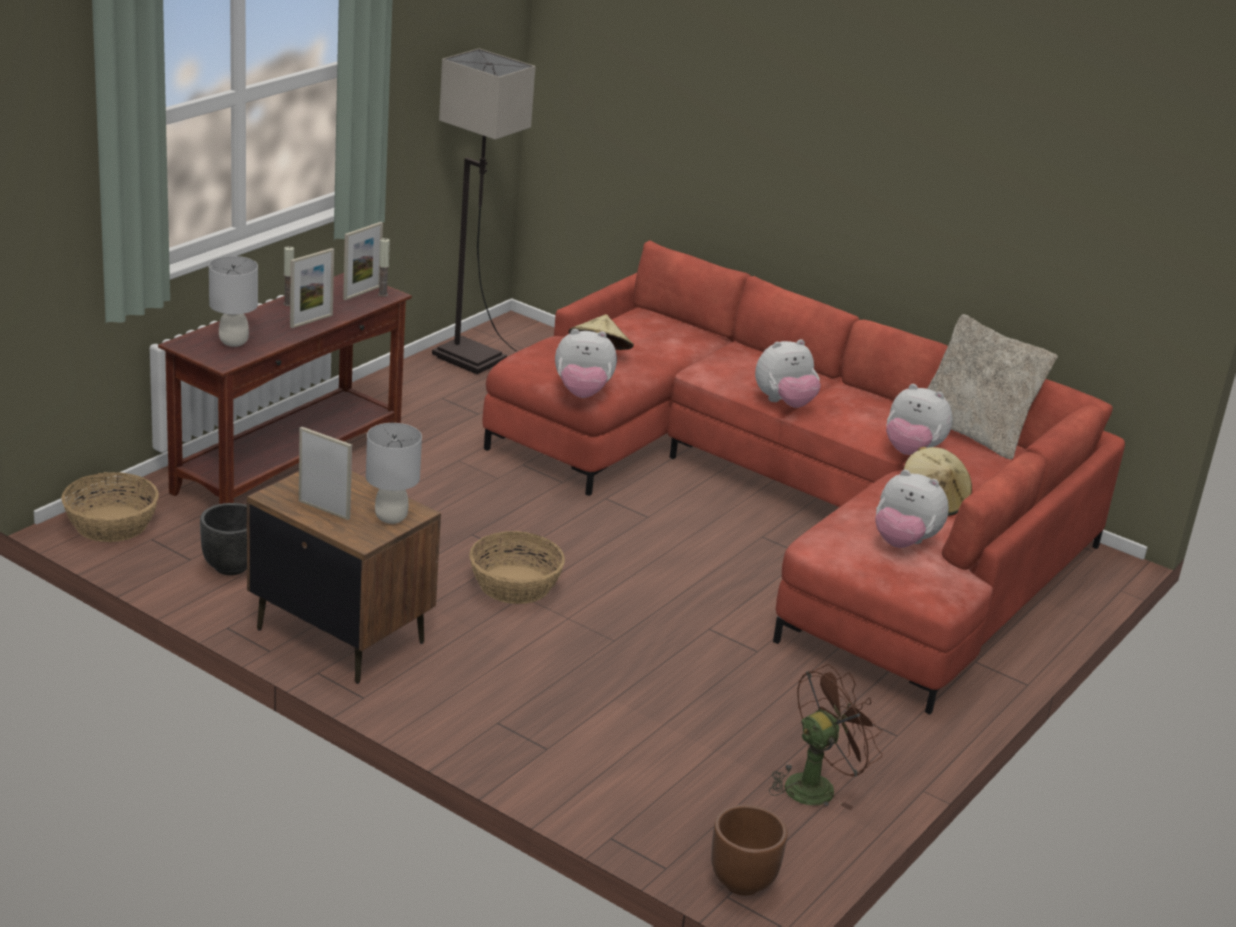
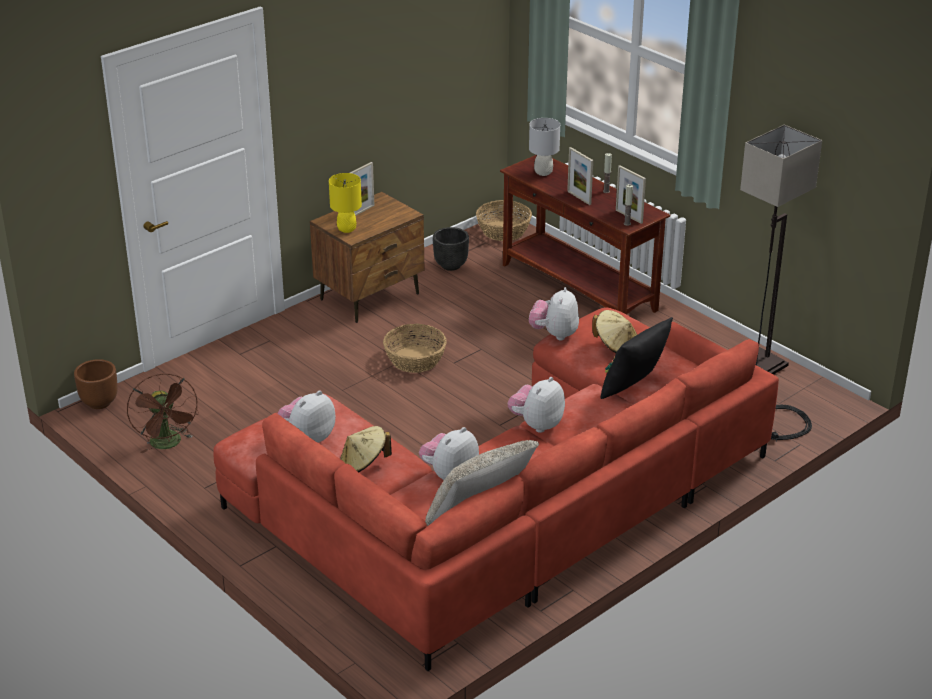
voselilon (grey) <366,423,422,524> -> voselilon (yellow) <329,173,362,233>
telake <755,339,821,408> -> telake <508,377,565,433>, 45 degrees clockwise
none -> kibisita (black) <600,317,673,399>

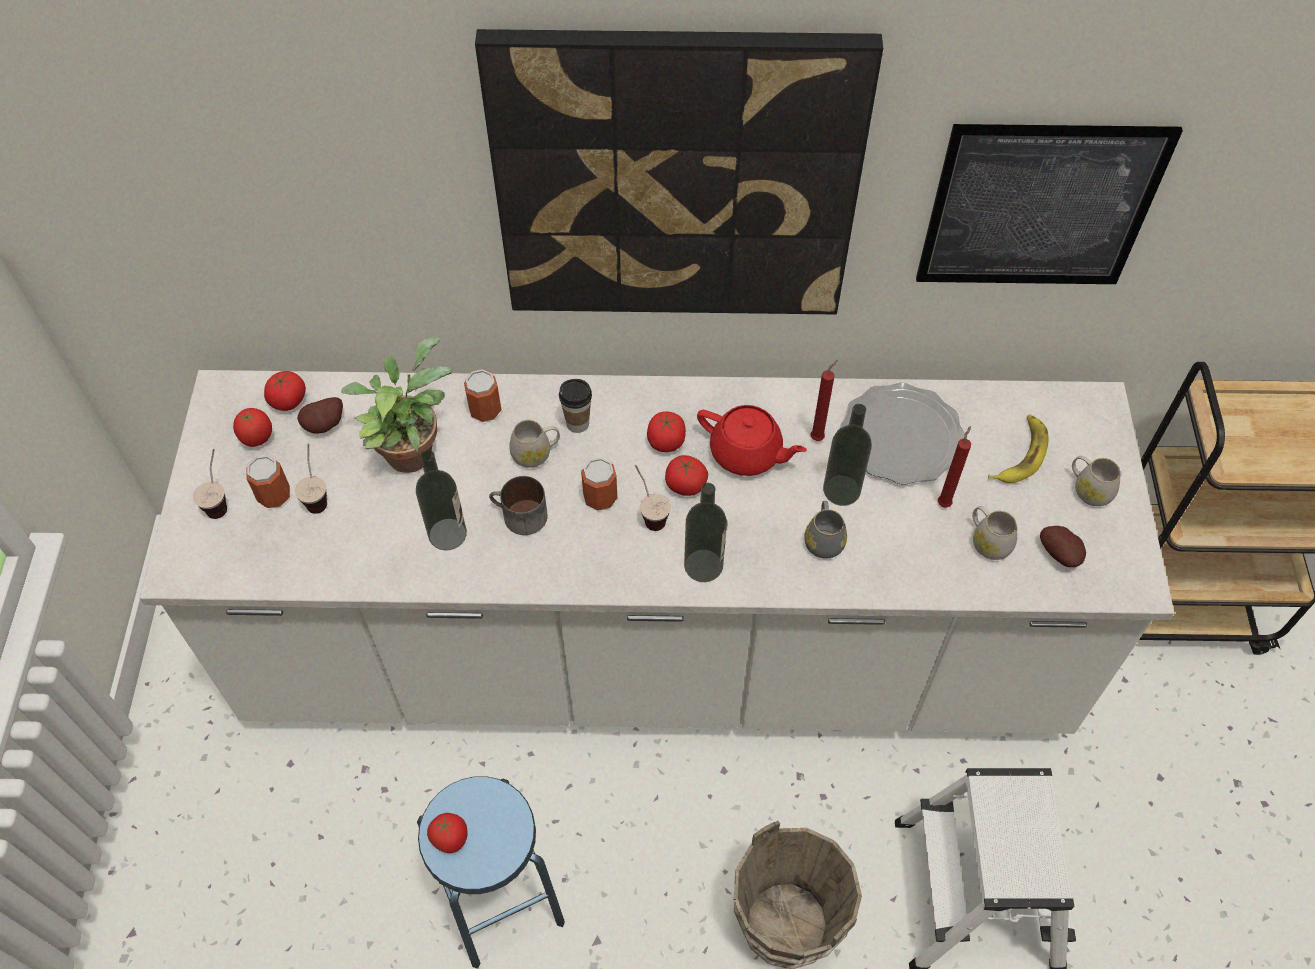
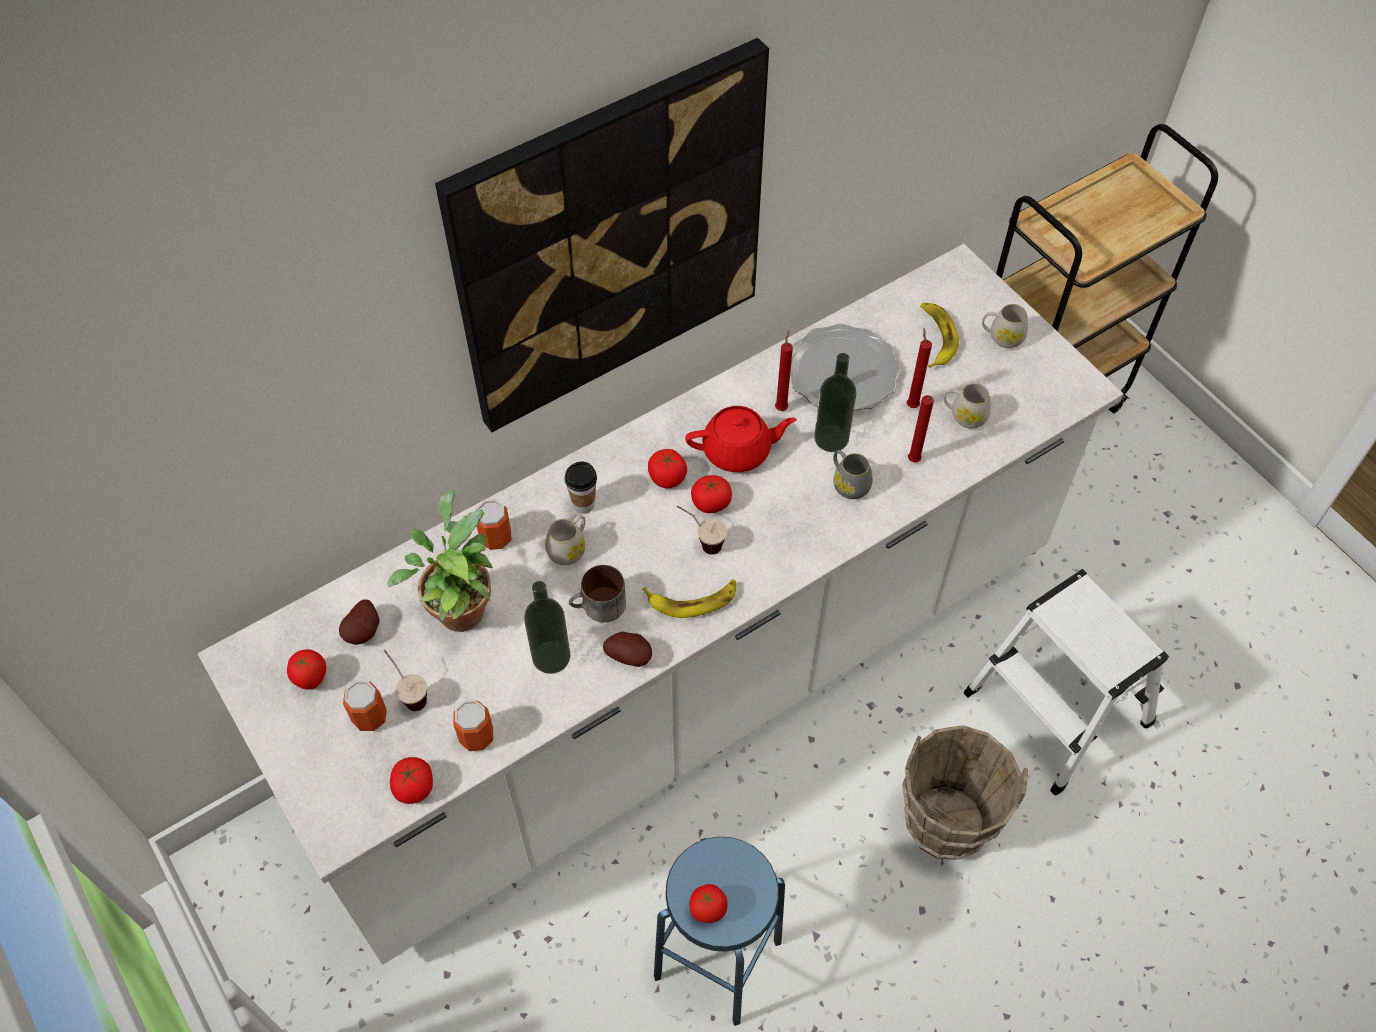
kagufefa <264,371,306,411> -> kagufefa <390,757,433,804>, moved
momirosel <581,457,617,511> -> momirosel <453,700,493,751>, moved
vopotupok <1040,526,1086,567> -> vopotupok <603,632,652,667>, moved
none -> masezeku <642,579,736,618>
none -> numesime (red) <908,395,934,463>
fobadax <193,449,227,519> -> none
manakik <684,483,727,582> -> none
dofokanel <916,124,1183,284> -> none

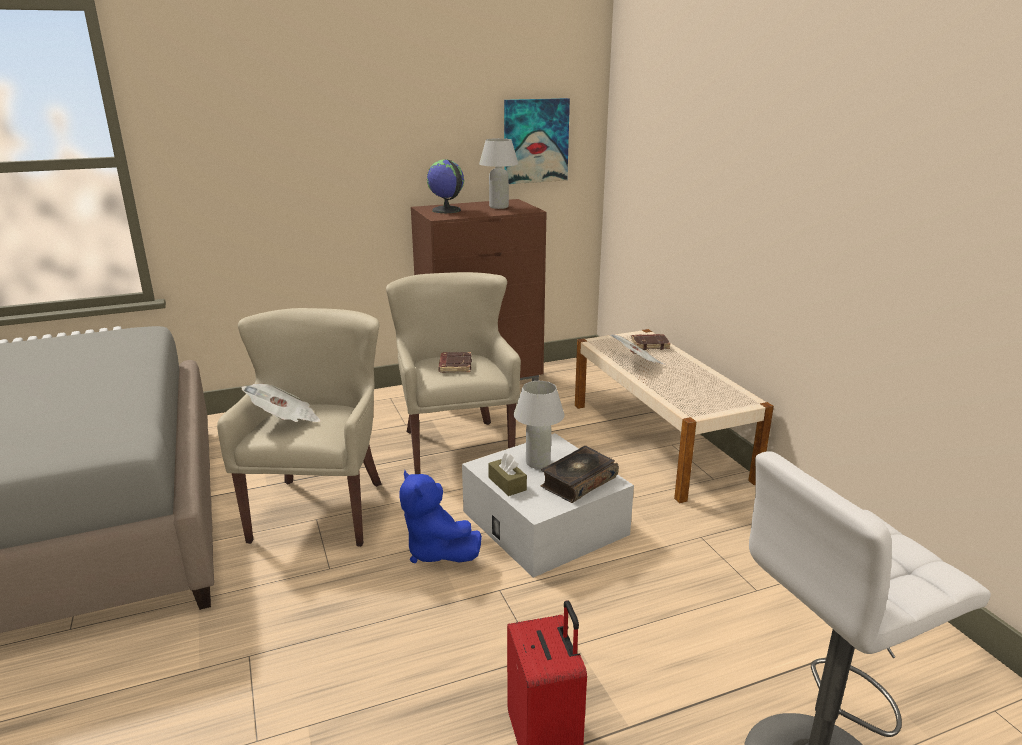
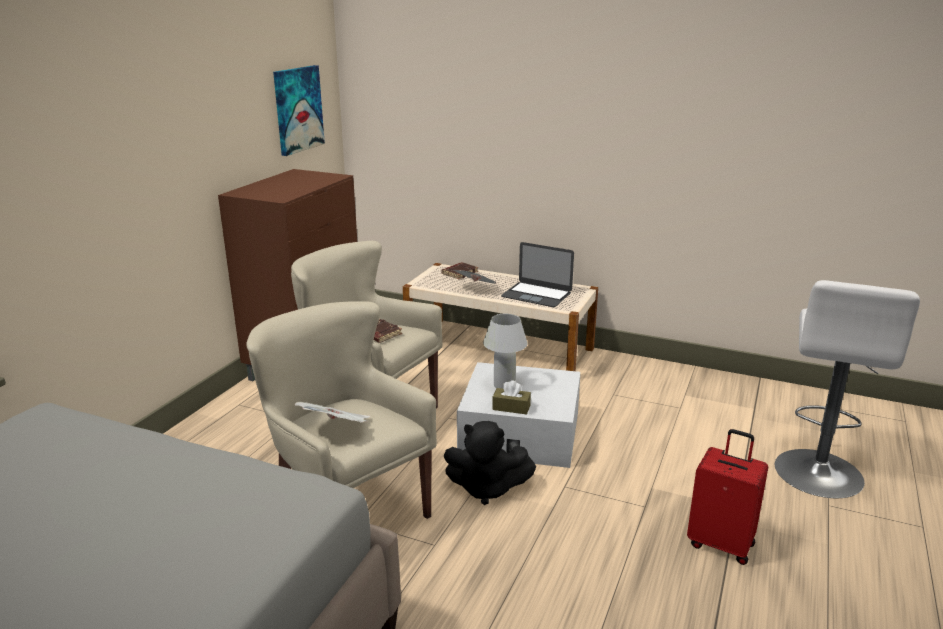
telake (blue) <399,470,482,563> -> telake (black) <443,421,536,505>
none -> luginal <501,242,574,307>
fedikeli <427,159,464,213> -> none
voselilon (white) <479,138,518,209> -> none
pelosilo <541,446,619,503> -> none

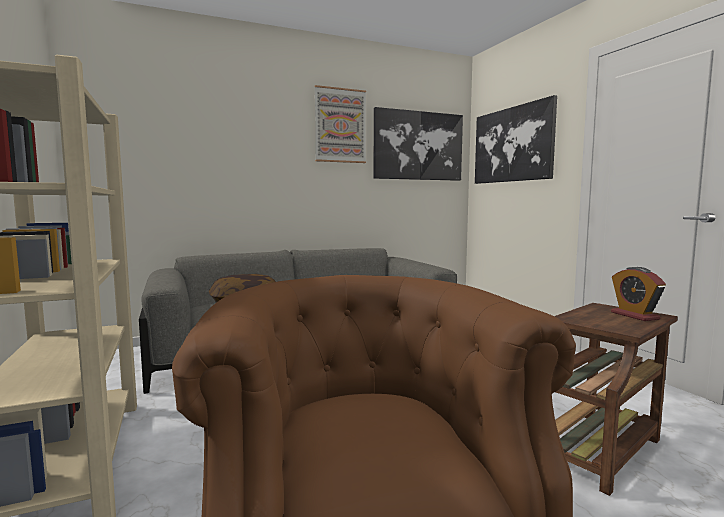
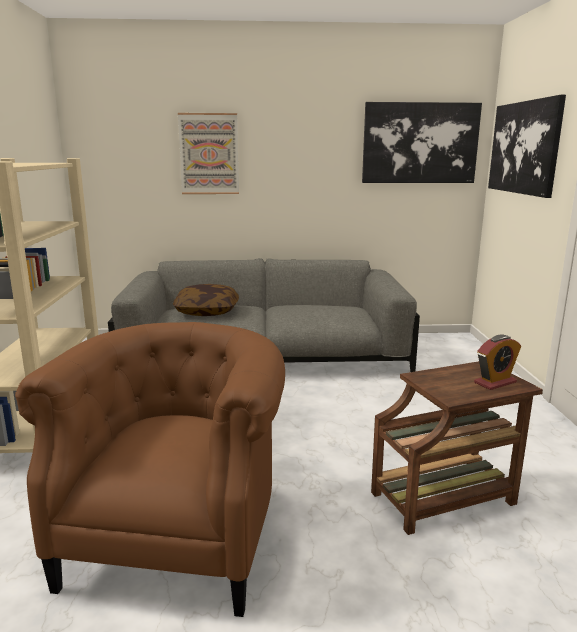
dofokanel <314,85,366,163> -> dofokanel <178,113,239,194>, moved
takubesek <611,267,666,321> -> takubesek <474,335,521,390>, 120 degrees counterclockwise

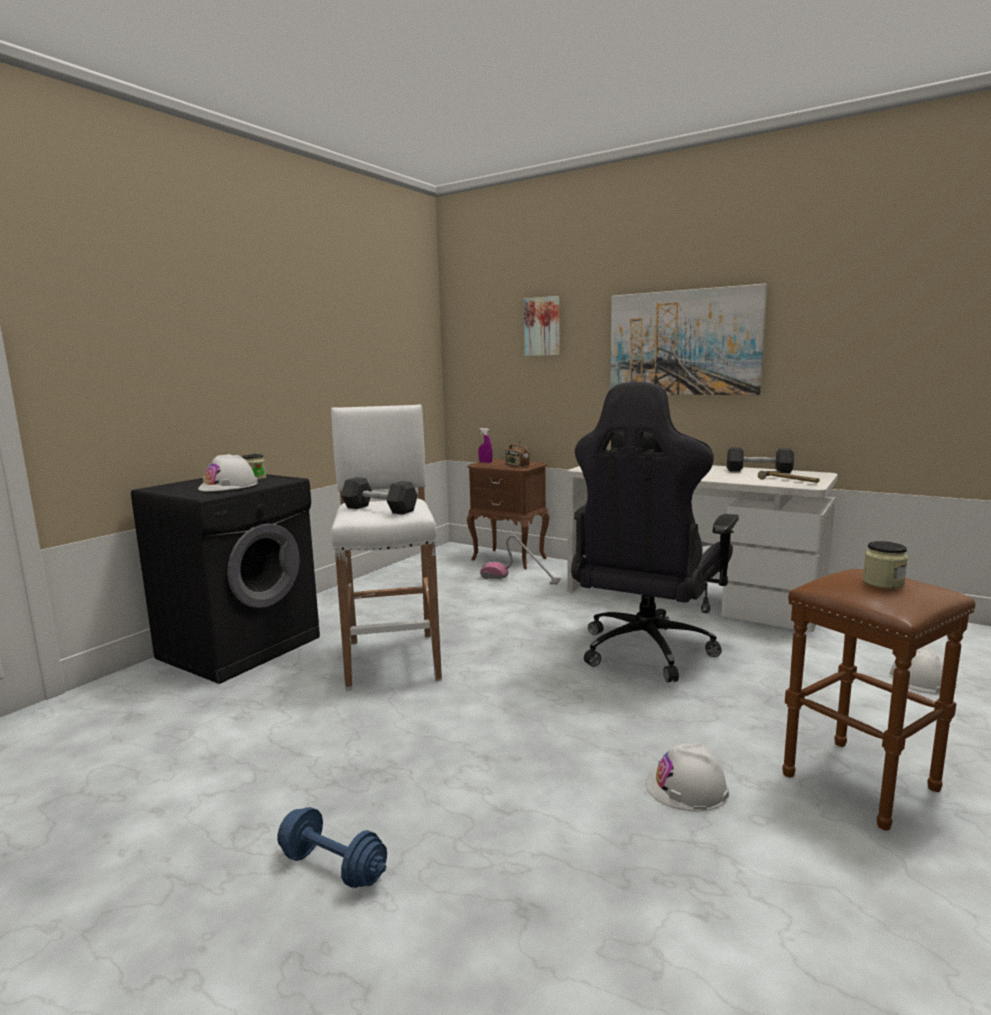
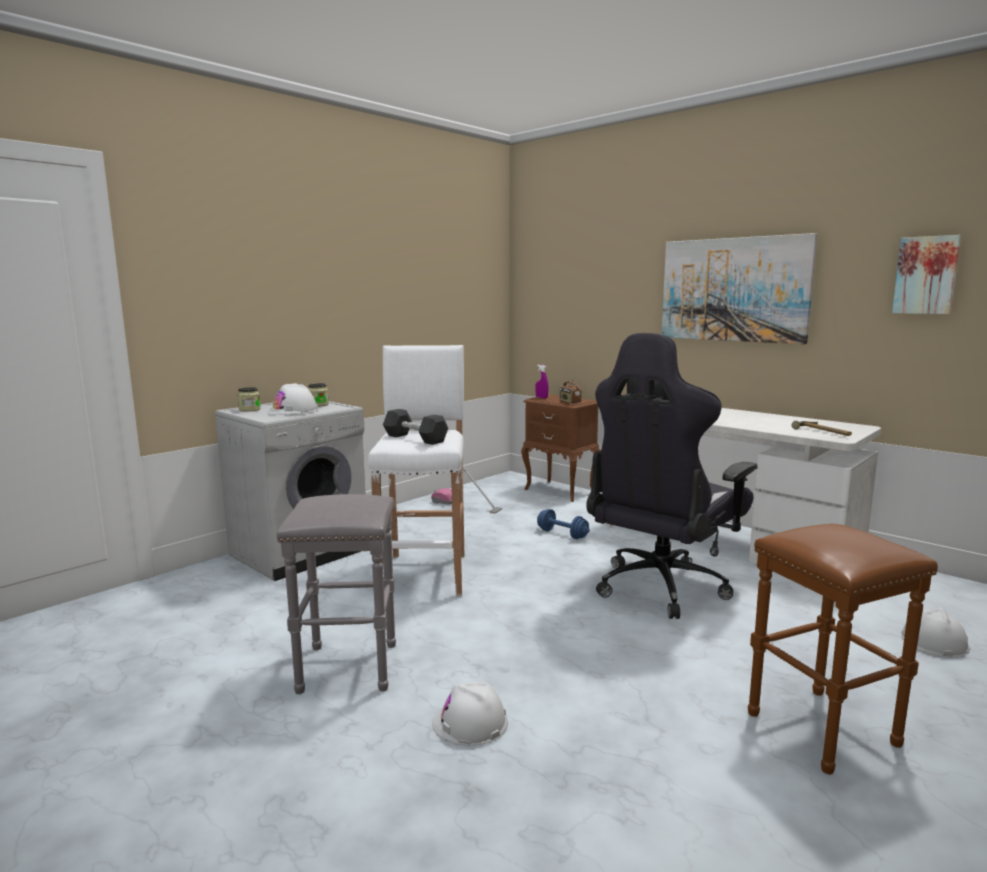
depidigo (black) <131,474,320,684> -> depidigo (white) <215,401,365,581>
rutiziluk <863,541,908,589> -> rutiziluk <238,387,261,412>, moved
none -> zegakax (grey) <277,494,396,694>
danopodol <480,534,561,585> -> danopodol <431,466,502,514>, moved
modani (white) <646,742,729,811> -> modani (white) <432,682,508,746>, moved
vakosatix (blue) <277,807,387,888> -> vakosatix (blue) <537,509,590,539>, moved
dofokanel <524,296,560,356> -> dofokanel <892,235,961,314>, moved
vakosatix (black) <727,447,794,473> -> none

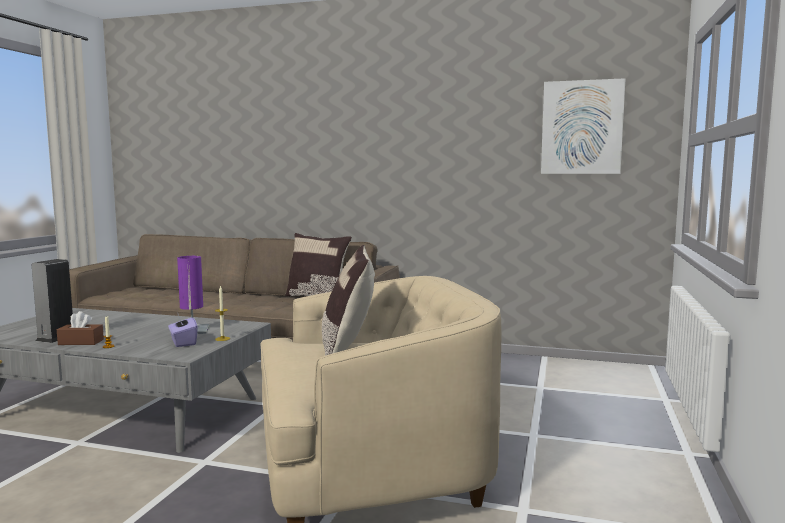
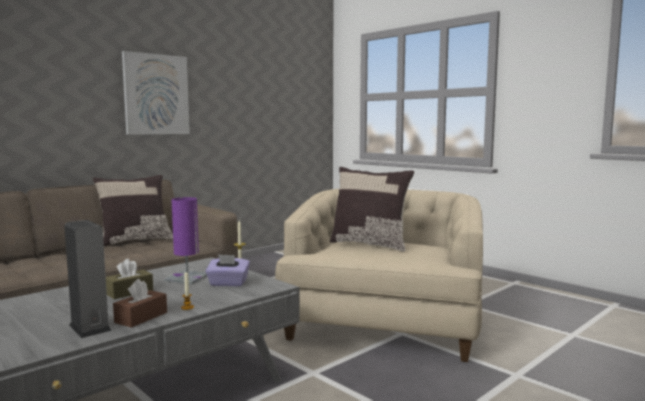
none -> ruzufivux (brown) <106,258,153,299>
dofokanel <541,78,626,174> -> dofokanel <122,51,190,135>, moved

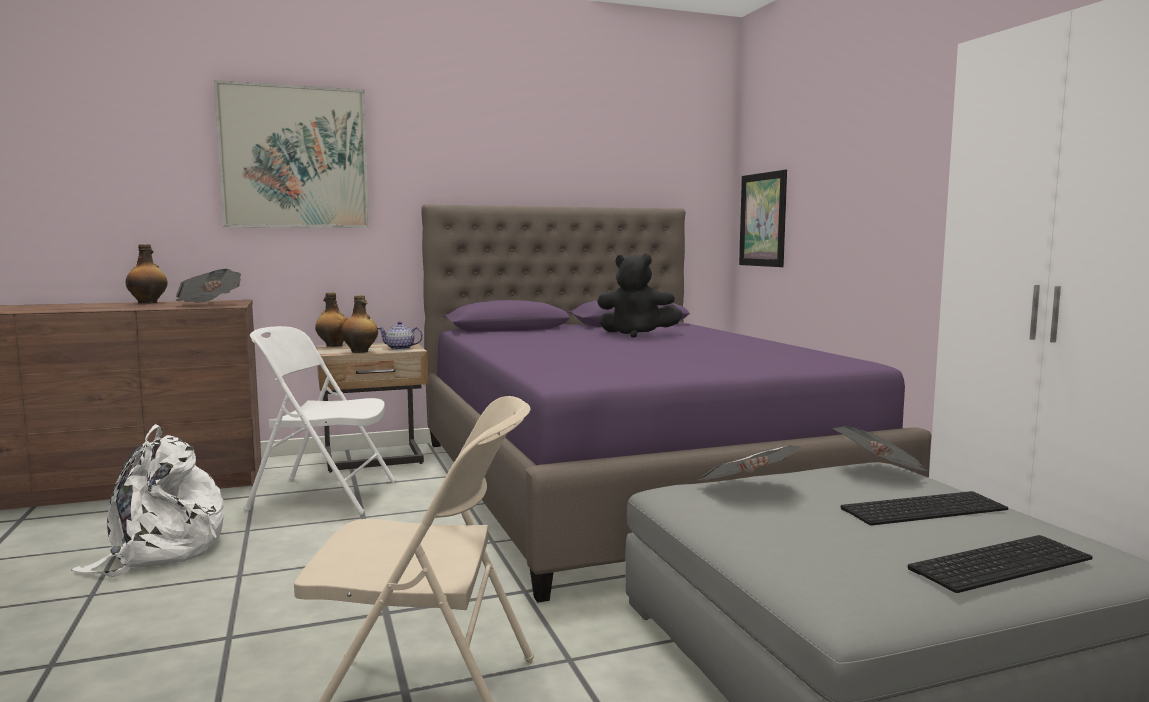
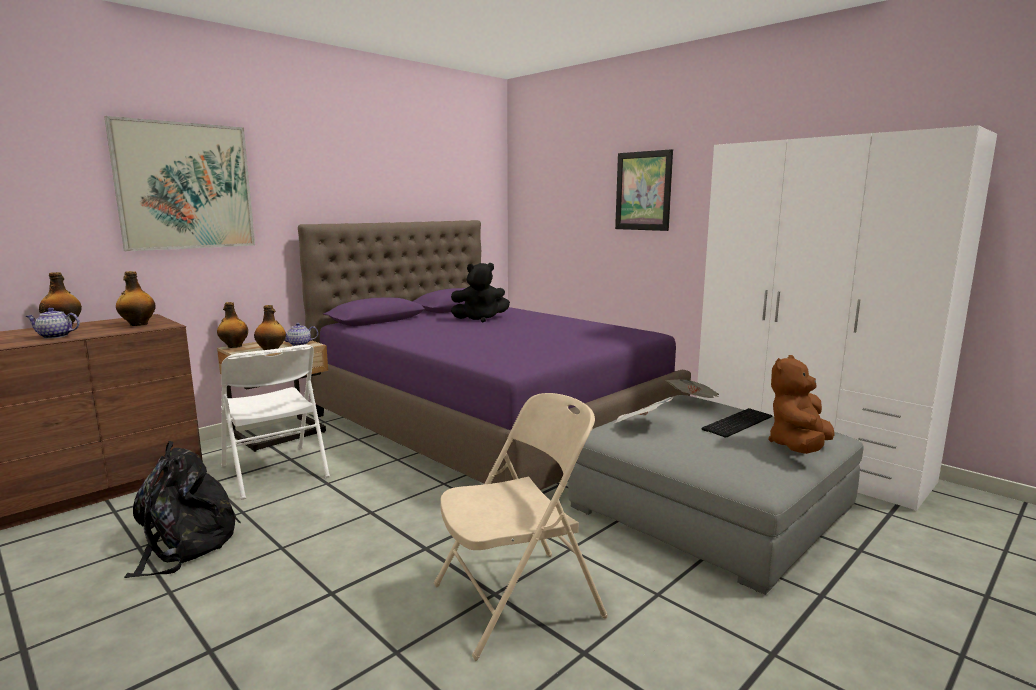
none -> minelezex <26,308,80,339>
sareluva <176,269,241,303> -> manakik <116,271,156,326>
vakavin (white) <72,424,224,576> -> vakavin (black) <124,441,241,578>
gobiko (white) <244,326,396,515> -> gobiko (white) <221,345,330,500>, 105 degrees counterclockwise
dofokanel <739,170,787,267> -> dofokanel <615,149,673,231>, moved
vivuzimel <908,535,1093,593> -> telake (brown) <768,355,835,454>

